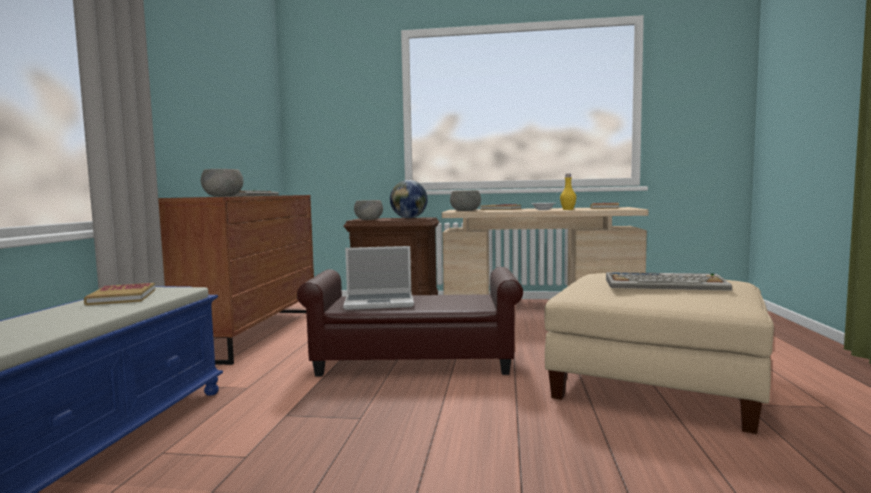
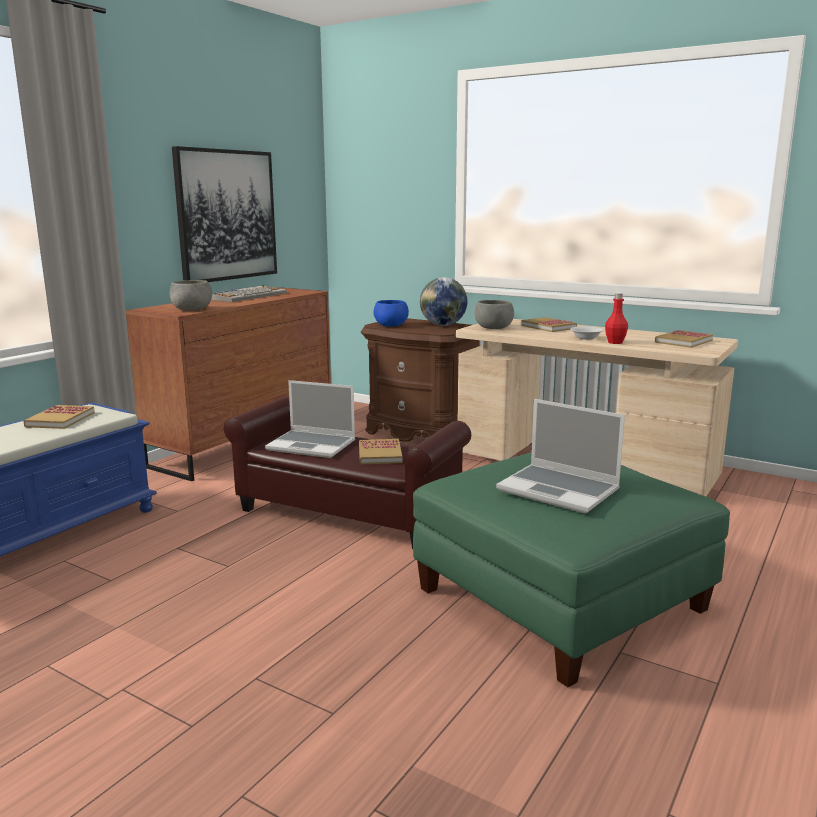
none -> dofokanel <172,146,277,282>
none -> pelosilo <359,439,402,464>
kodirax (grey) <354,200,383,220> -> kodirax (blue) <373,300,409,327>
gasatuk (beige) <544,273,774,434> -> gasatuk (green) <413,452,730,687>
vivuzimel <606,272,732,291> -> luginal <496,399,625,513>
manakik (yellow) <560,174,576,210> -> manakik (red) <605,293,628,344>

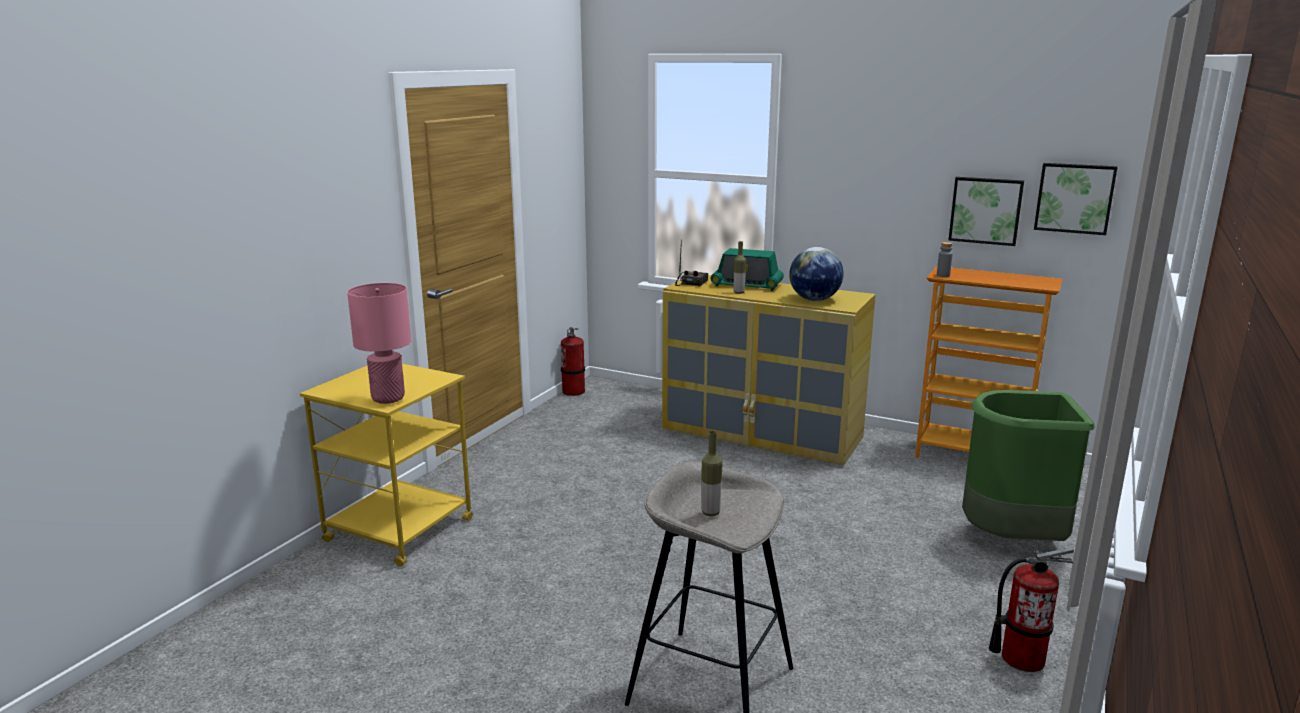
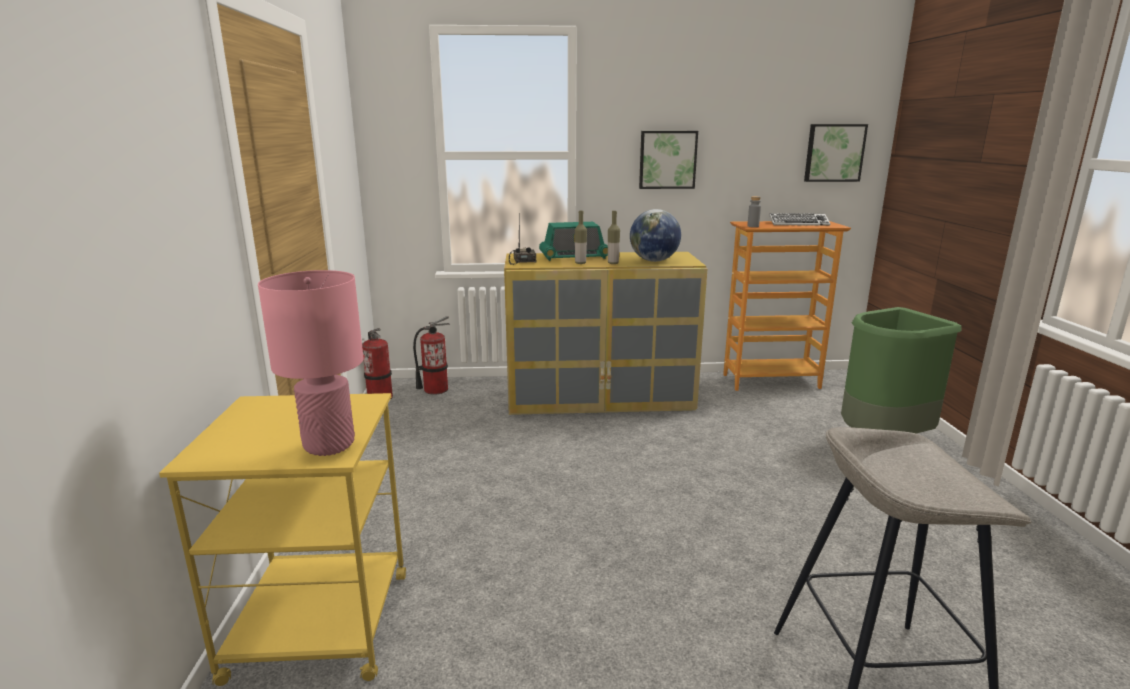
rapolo <989,547,1074,672> -> rapolo <413,316,450,394>, moved
manakik <702,431,723,516> -> manakik <608,211,620,264>, moved
dofokanel <949,177,1024,246> -> dofokanel <639,131,698,189>, moved
none -> vivuzimel <769,213,830,226>

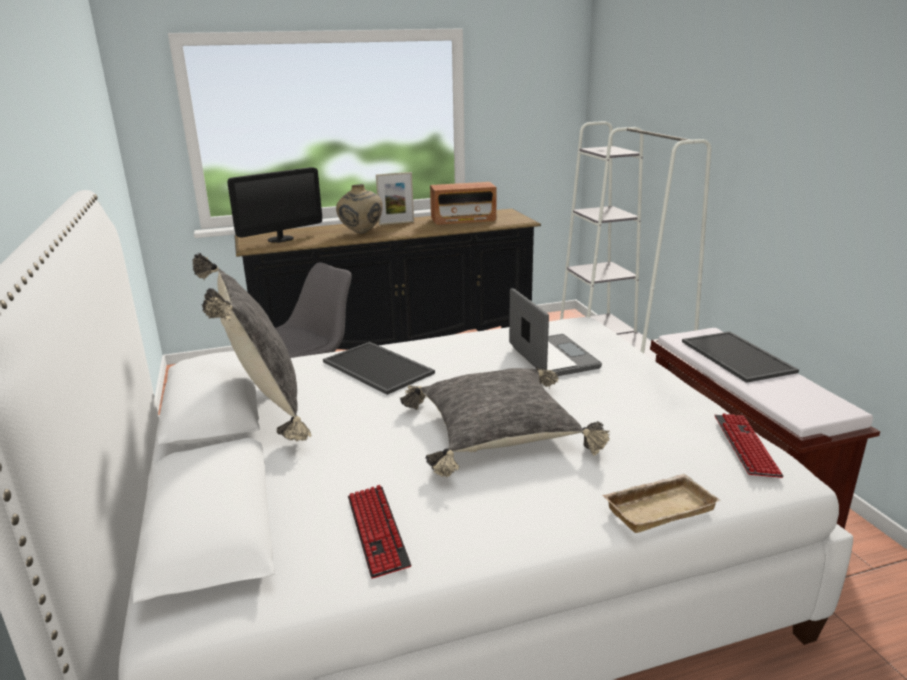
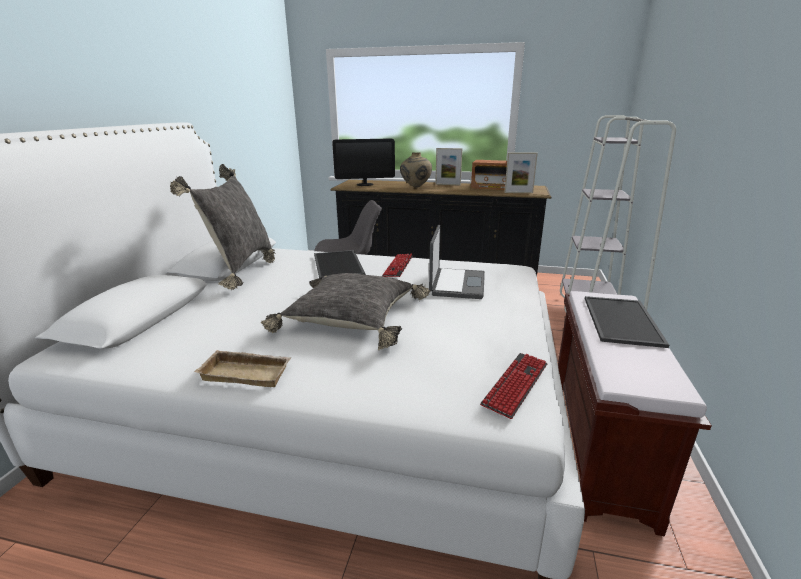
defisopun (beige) <602,474,721,533> -> defisopun (beige) <194,350,291,387>, moved
vivuzimel <348,485,411,579> -> vivuzimel <382,254,413,277>, moved
none -> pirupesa <504,153,538,193>

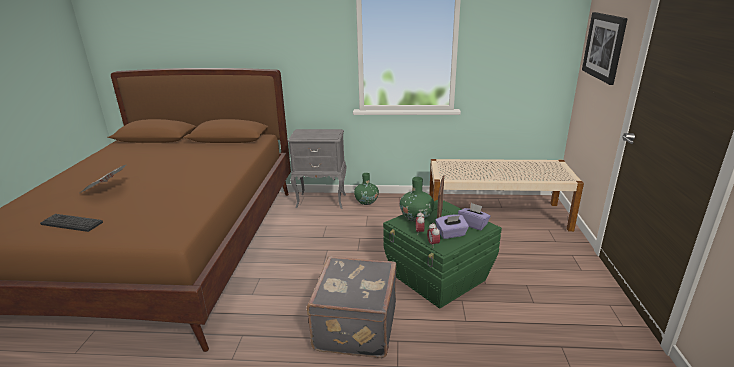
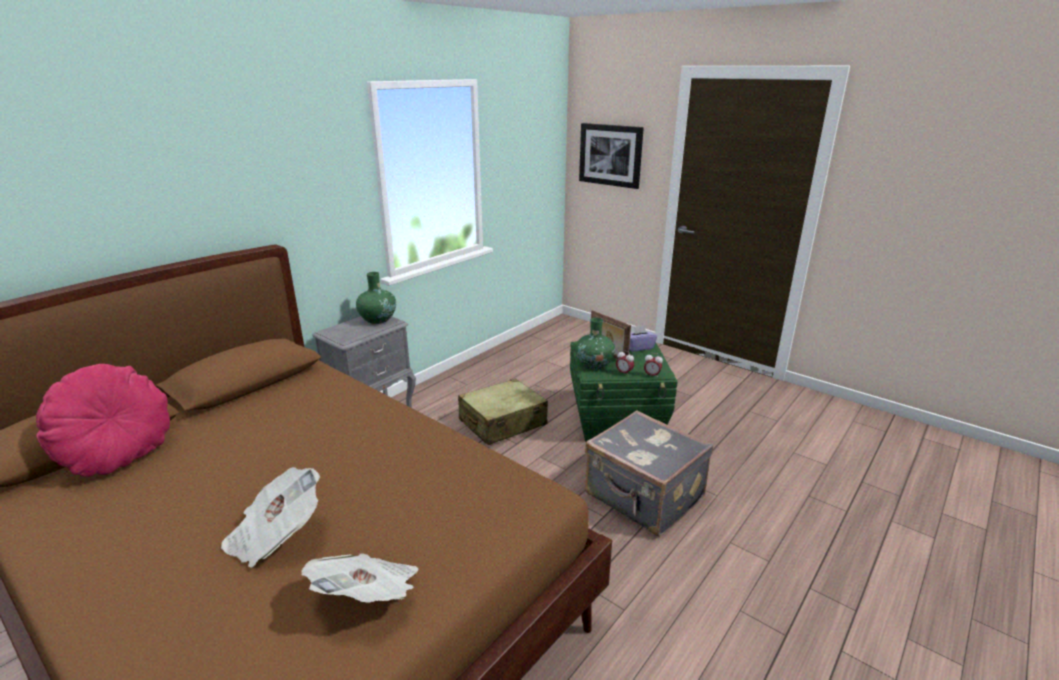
none -> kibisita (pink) <36,364,170,477>
vivuzimel <40,214,103,232> -> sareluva <301,553,419,603>
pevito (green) <354,173,379,205> -> pevito (green) <356,272,396,324>, moved
none -> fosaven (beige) <458,379,548,445>
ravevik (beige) <429,159,584,232> -> none
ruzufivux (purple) <435,214,469,239> -> none

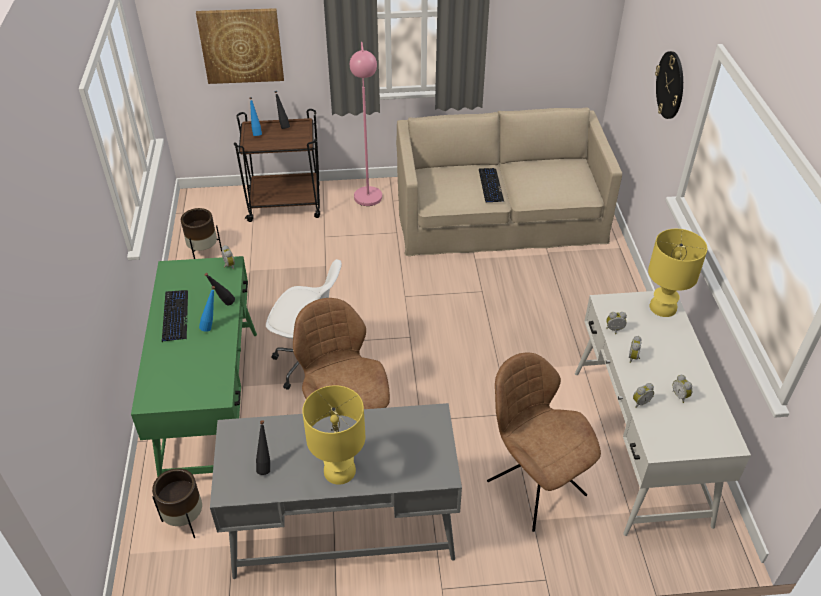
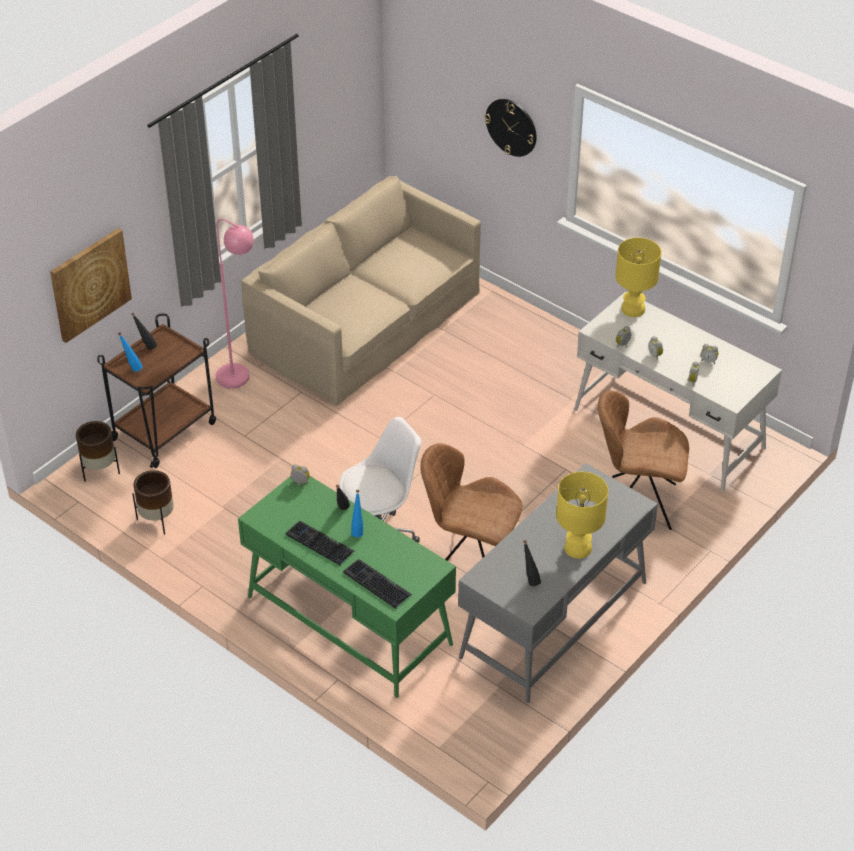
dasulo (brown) <152,468,202,539> -> dasulo (brown) <76,421,120,482>, moved
vivuzimel <479,168,504,203> -> vivuzimel <343,559,412,609>, moved

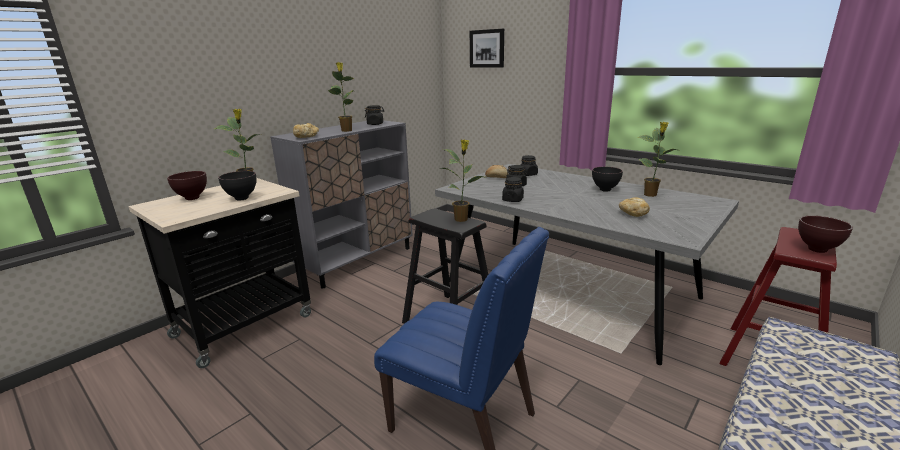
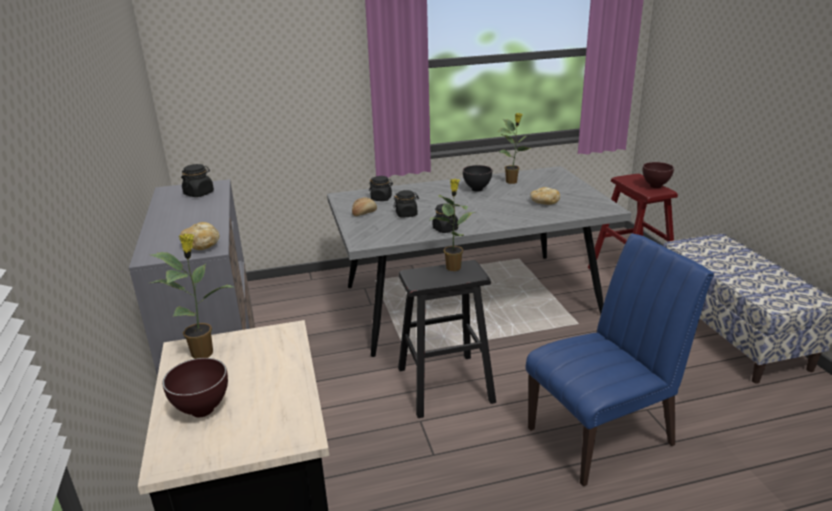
kodirax (black) <218,171,257,201> -> none
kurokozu <328,62,355,132> -> none
dofokanel <470,29,504,68> -> none

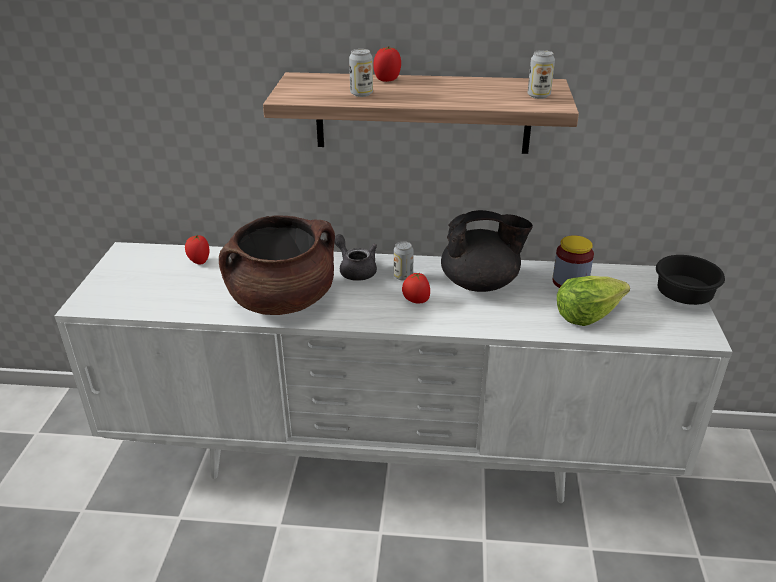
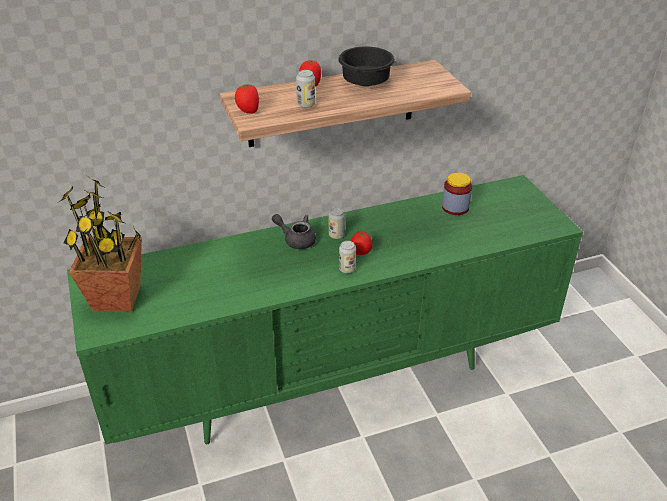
none -> kurokozu <59,178,142,312>
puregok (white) <54,242,733,503> -> puregok (green) <67,175,583,445>
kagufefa <185,235,209,265> -> kagufefa <235,84,259,114>, moved
kodirax (black) <656,255,725,305> -> kodirax (black) <338,47,395,86>, moved
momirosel <528,50,555,99> -> momirosel <339,241,356,273>, moved
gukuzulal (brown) <219,215,335,315> -> none
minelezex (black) <441,210,533,292> -> none
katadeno <557,276,630,326> -> none

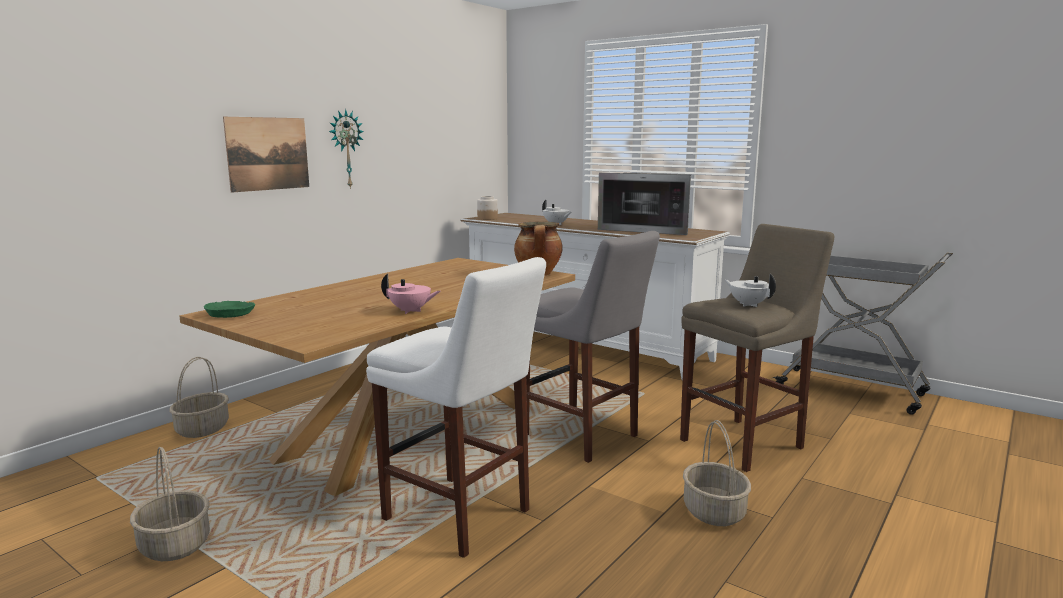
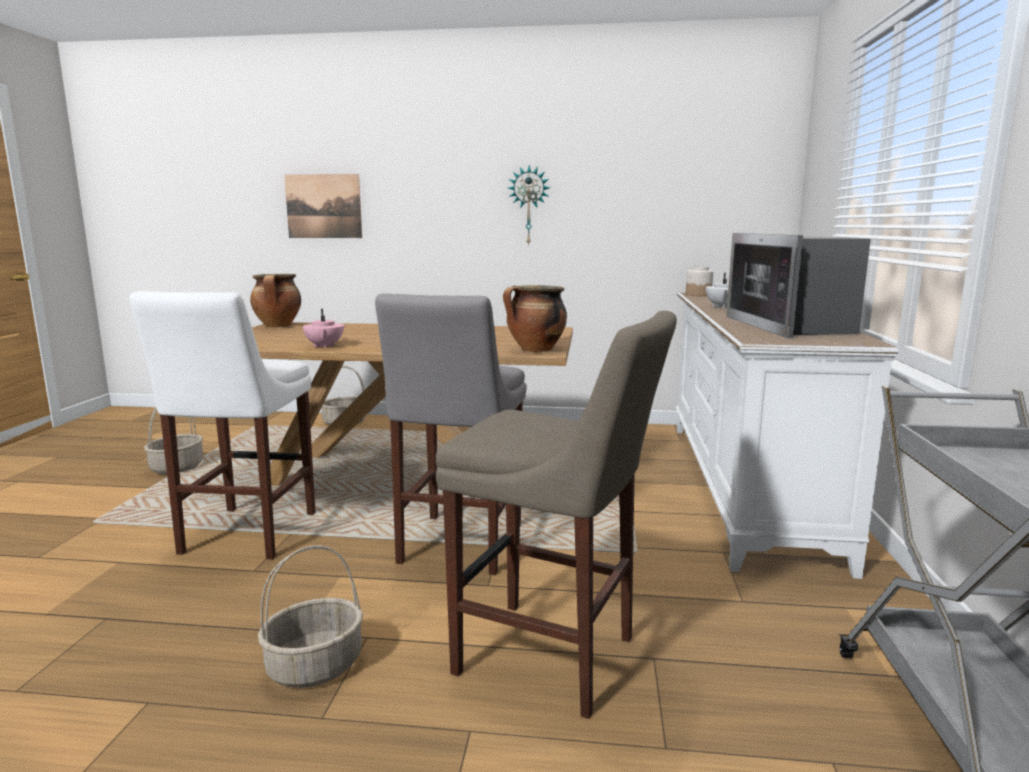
kodirax (green) <204,301,255,318> -> gukuzulal <250,274,301,327>
dofokanel <223,117,309,193> -> dofokanel <284,174,362,238>, moved
minelezex (white) <724,274,776,307> -> none

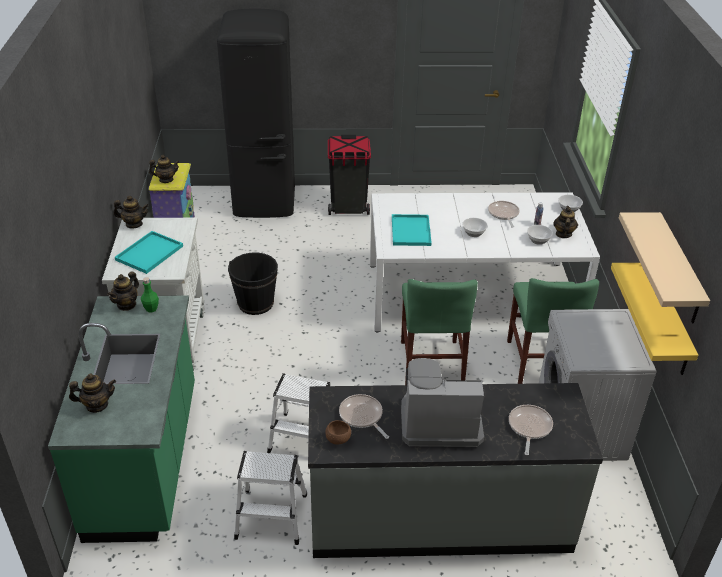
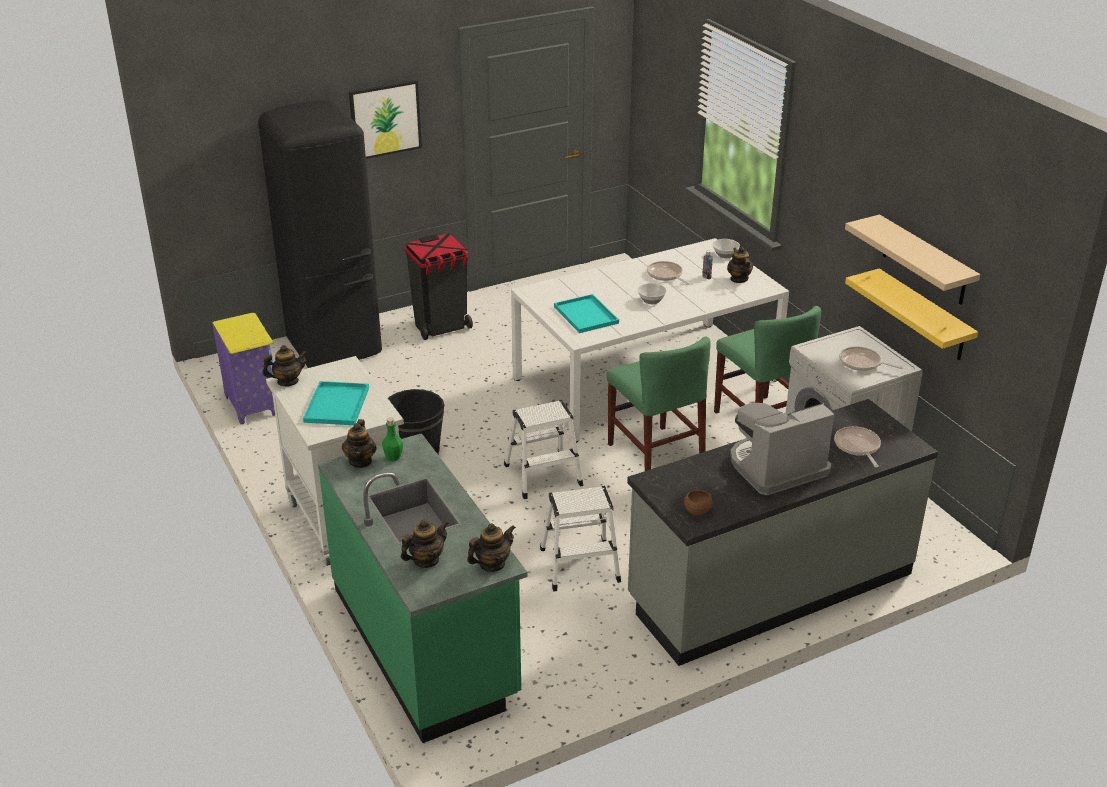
none -> dofokanel <349,80,422,159>
minelezex <149,155,180,183> -> minelezex <467,523,516,572>, moved
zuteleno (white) <234,451,307,545> -> zuteleno (white) <504,400,583,499>, moved
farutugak <339,394,389,439> -> farutugak <839,347,903,371>, moved
kodirax <527,225,553,245> -> none

